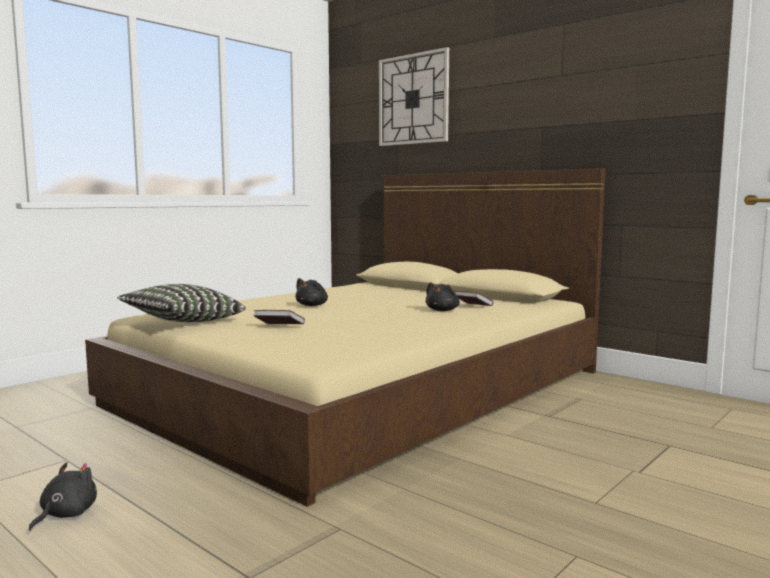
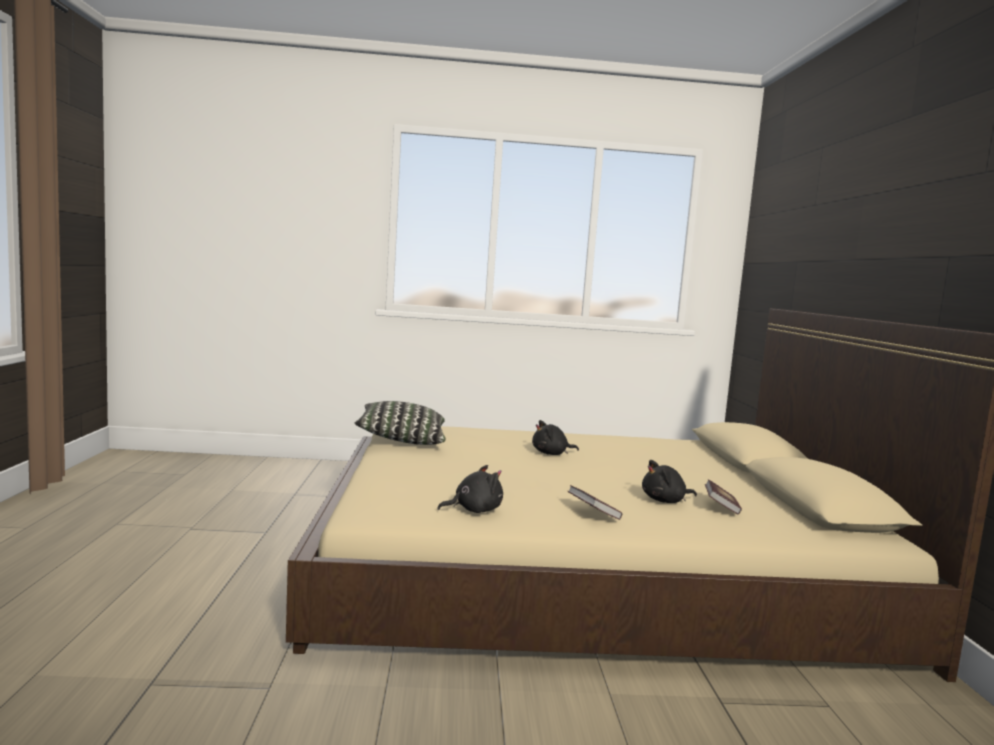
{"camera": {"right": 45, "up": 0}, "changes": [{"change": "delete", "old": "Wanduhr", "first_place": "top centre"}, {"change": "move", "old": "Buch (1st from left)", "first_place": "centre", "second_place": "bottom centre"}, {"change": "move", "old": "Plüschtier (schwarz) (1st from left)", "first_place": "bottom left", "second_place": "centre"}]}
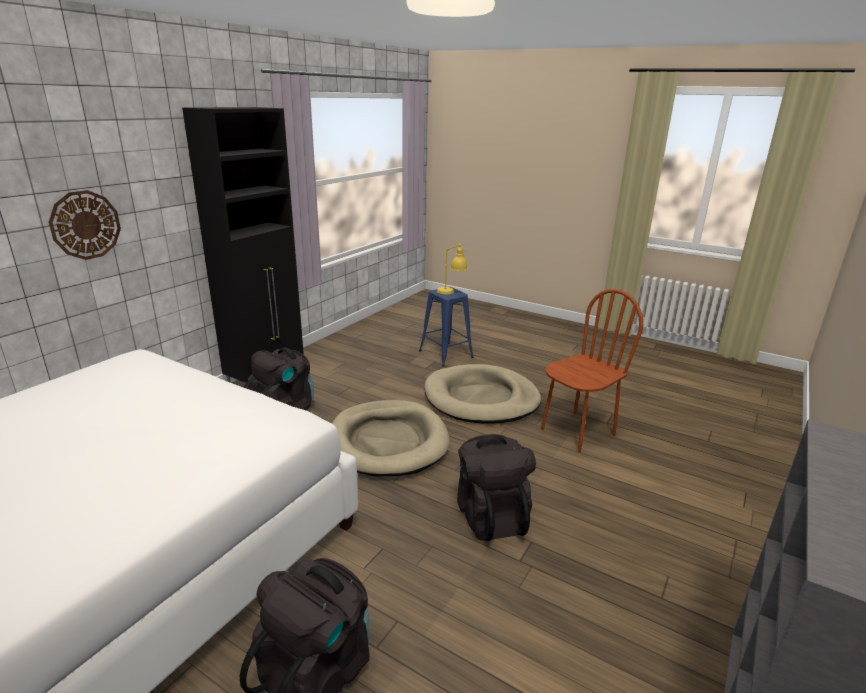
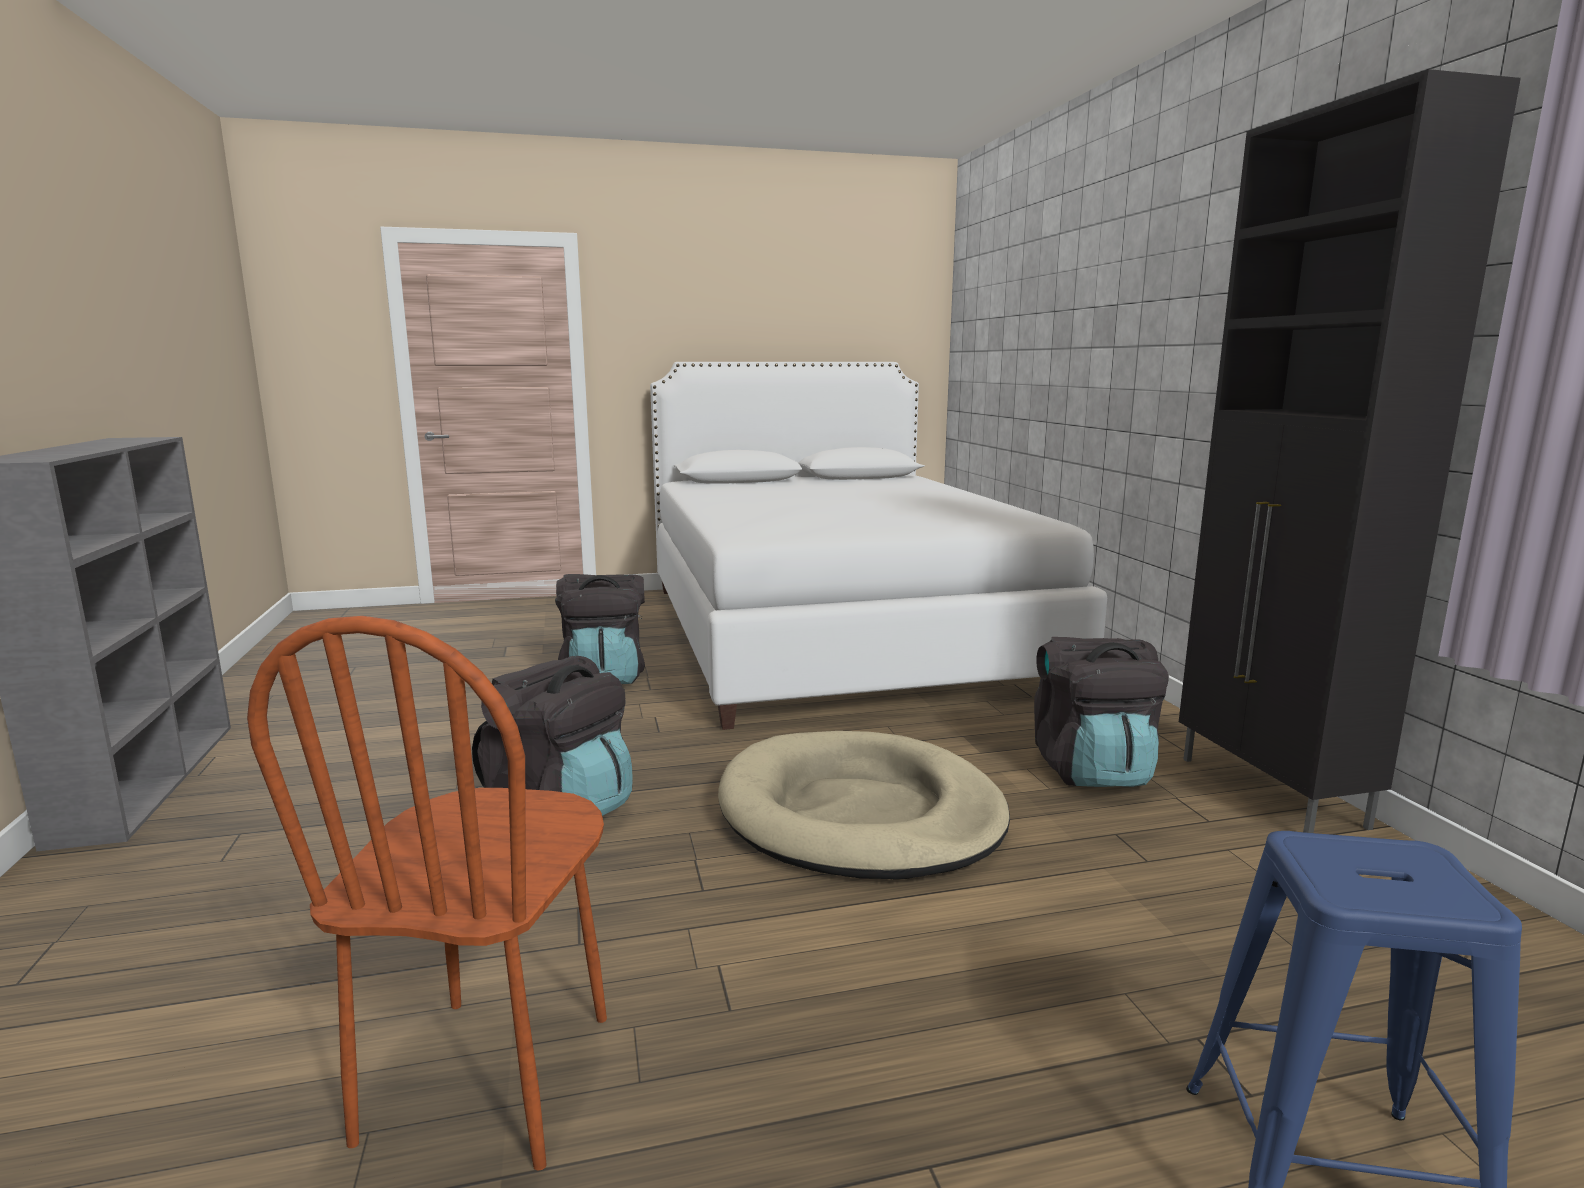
{"camera": {"right": 135, "up": -10}, "changes": [{"change": "delete", "old": "Wanduhr", "first_place": "top left"}, {"change": "delete", "old": "Tischlampe (gelb)", "first_place": "centre"}, {"change": "delete", "old": "Hundebett (beige) (2nd from left)", "first_place": "centre"}]}
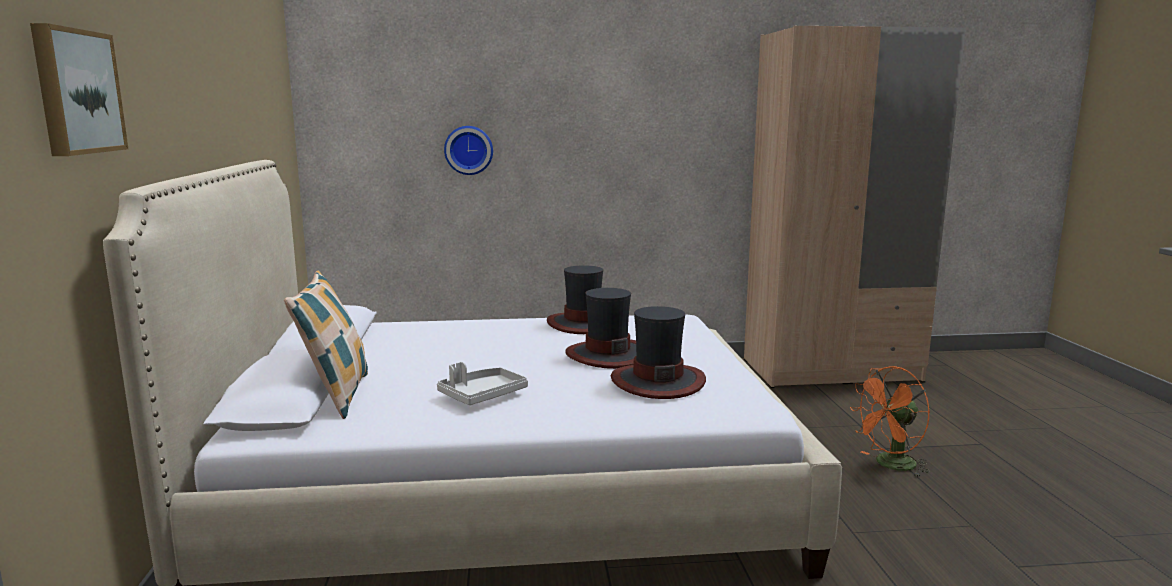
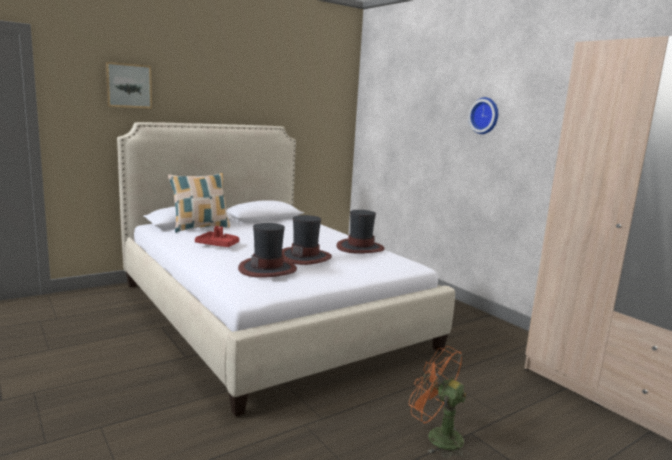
{"camera": {"right": 60, "up": 0}, "changes": [{"change": "move", "old": "Wanduhr", "first_place": "top centre", "second_place": "top right"}, {"change": "recolor", "old": "Tablett (grau)", "new": "Tablett (rot)", "first_place": "centre", "second_place": "middle left"}]}
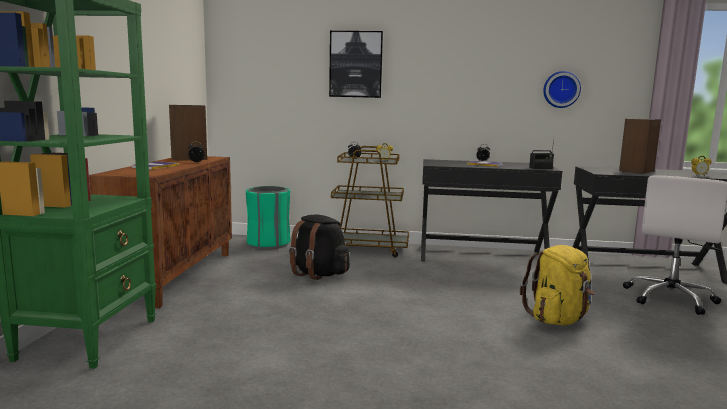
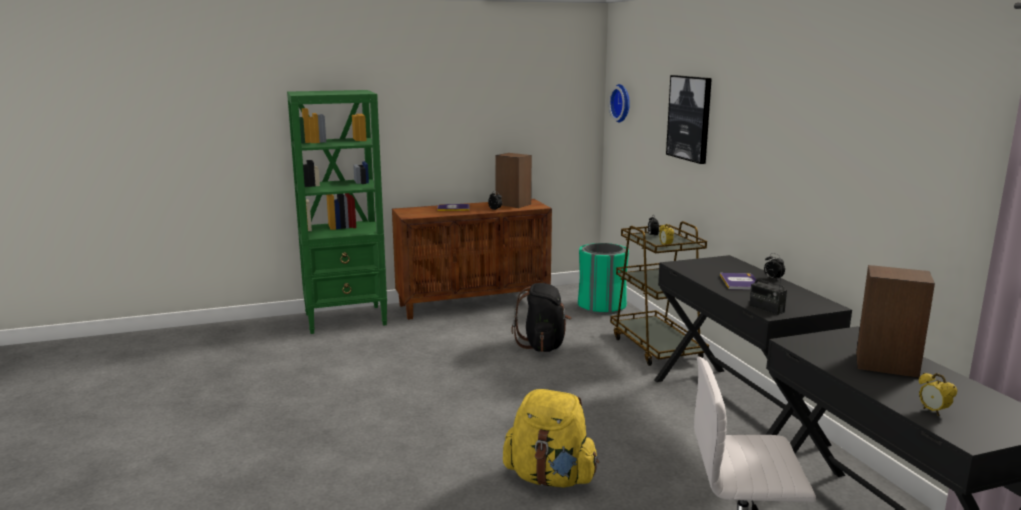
{"camera": {"right": 65, "up": 5}, "changes": [{"change": "move", "old": "Wanduhr", "first_place": "top right", "second_place": "top centre"}]}
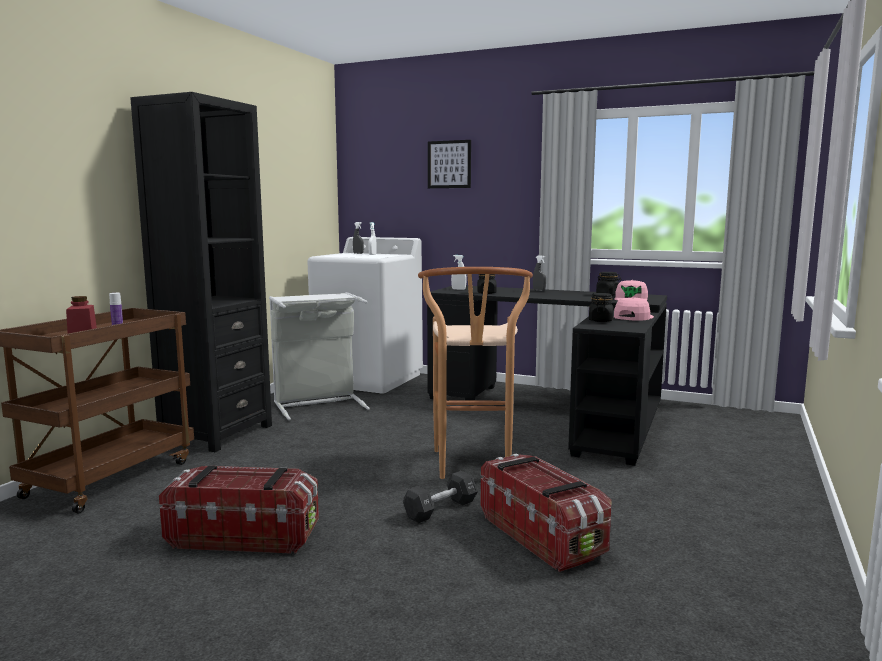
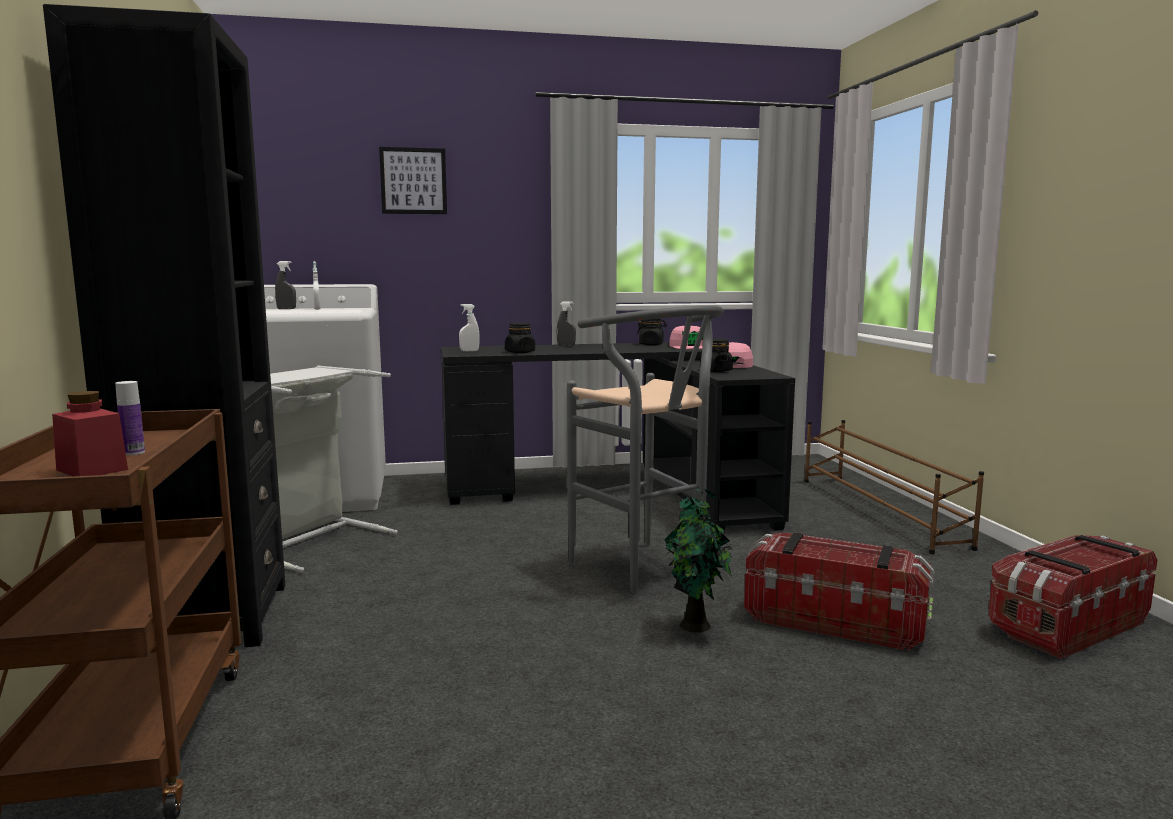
{"camera": {"right": -35, "up": 0}, "changes": [{"change": "recolor", "old": "Hocker (braun)", "new": "Hocker (grau)", "first_place": "centre", "second_place": "centre"}, {"change": "move", "old": "Aufbewahrungsbox (1st from left in the first image)", "new": "Aufbewahrungsbox (2nd from left)", "first_place": "bottom left", "second_place": "bottom right"}, {"change": "replace", "old": "Hantel (schwarz)", "new": "Topfpflanze", "first_place": "bottom centre", "second_place": "bottom centre"}, {"change": "insert", "new": "Schuhregal (braun)", "second_place": "middle right"}]}
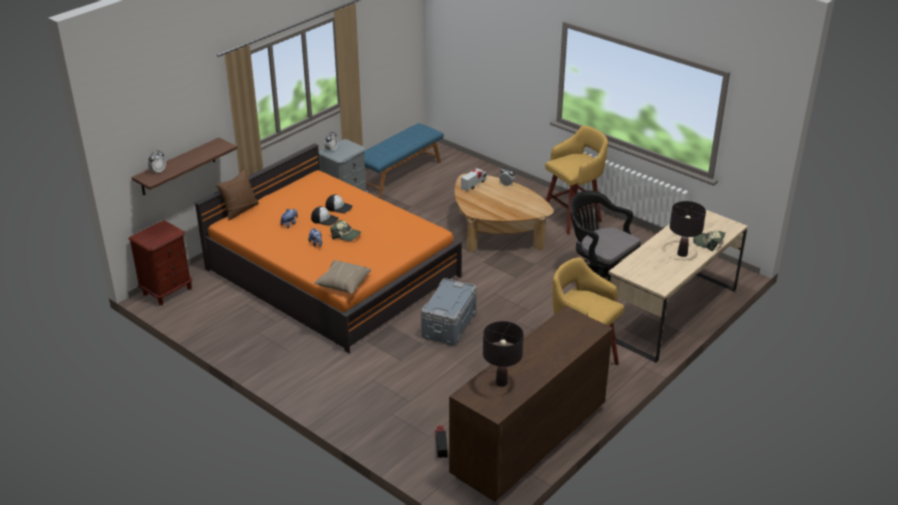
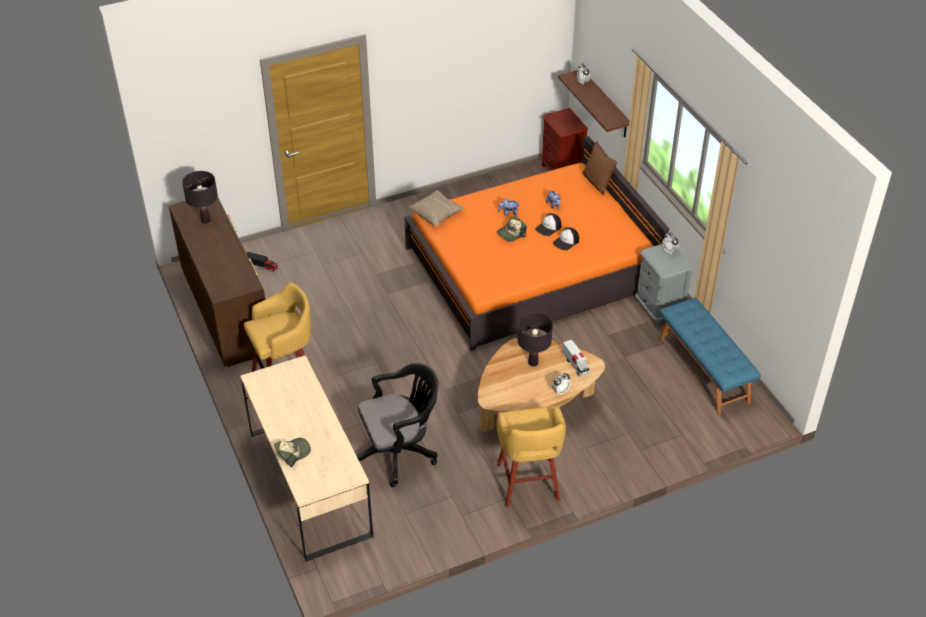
{"camera": {"right": 115, "up": 10}, "changes": [{"change": "move", "old": "Tischlampe (schwarz) (2nd from left)", "first_place": "middle right", "second_place": "centre"}, {"change": "delete", "old": "Aufbewahrungsbox (grau)", "first_place": "centre"}]}
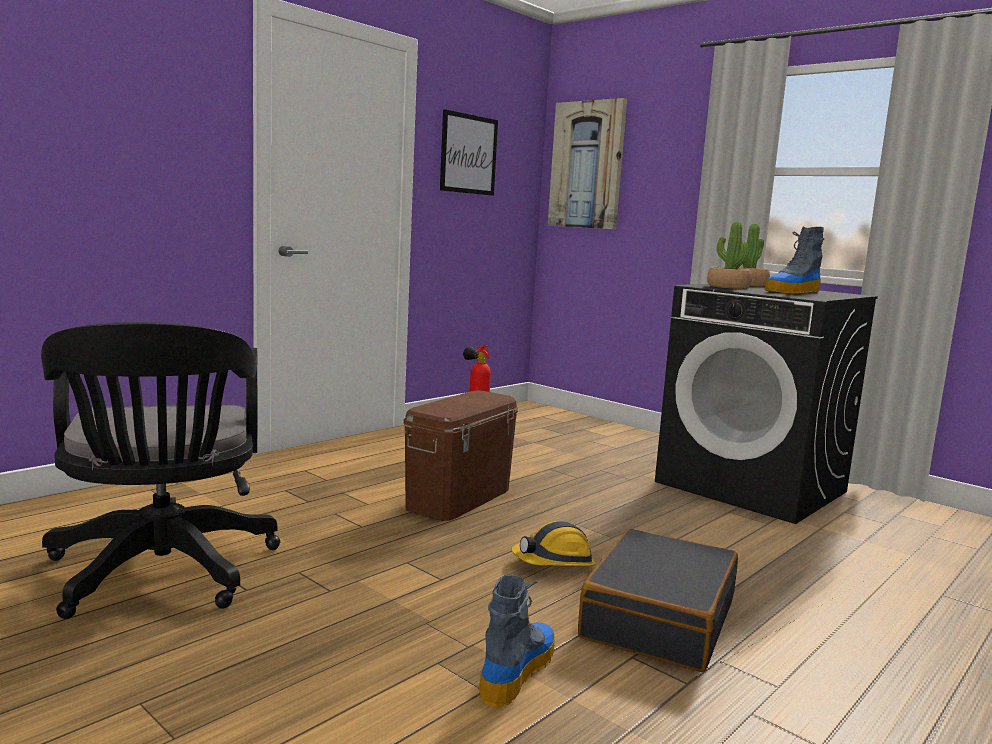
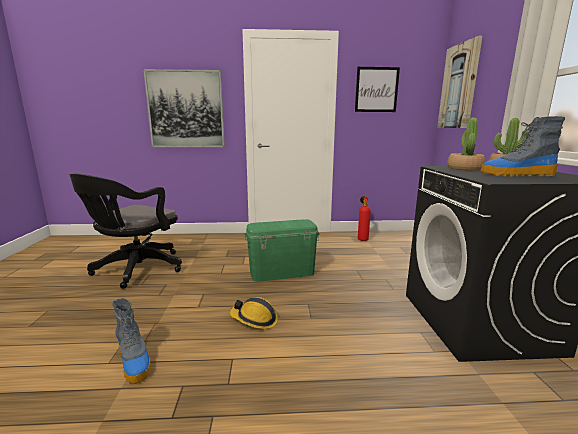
{"camera": {"right": 45, "up": 5}, "changes": [{"change": "recolor", "old": "Aufbewahrungsbox (braun)", "new": "Aufbewahrungsbox (grün)", "first_place": "centre", "second_place": "centre"}, {"change": "delete", "old": "Koffer (schwarz)", "first_place": "bottom centre"}, {"change": "rotate", "old": "Stiefel (1st from left)", "first_place": "bottom centre", "second_place": "bottom left", "degrees": 75}, {"change": "insert", "new": "Bild (1st from left)", "second_place": "top left"}]}
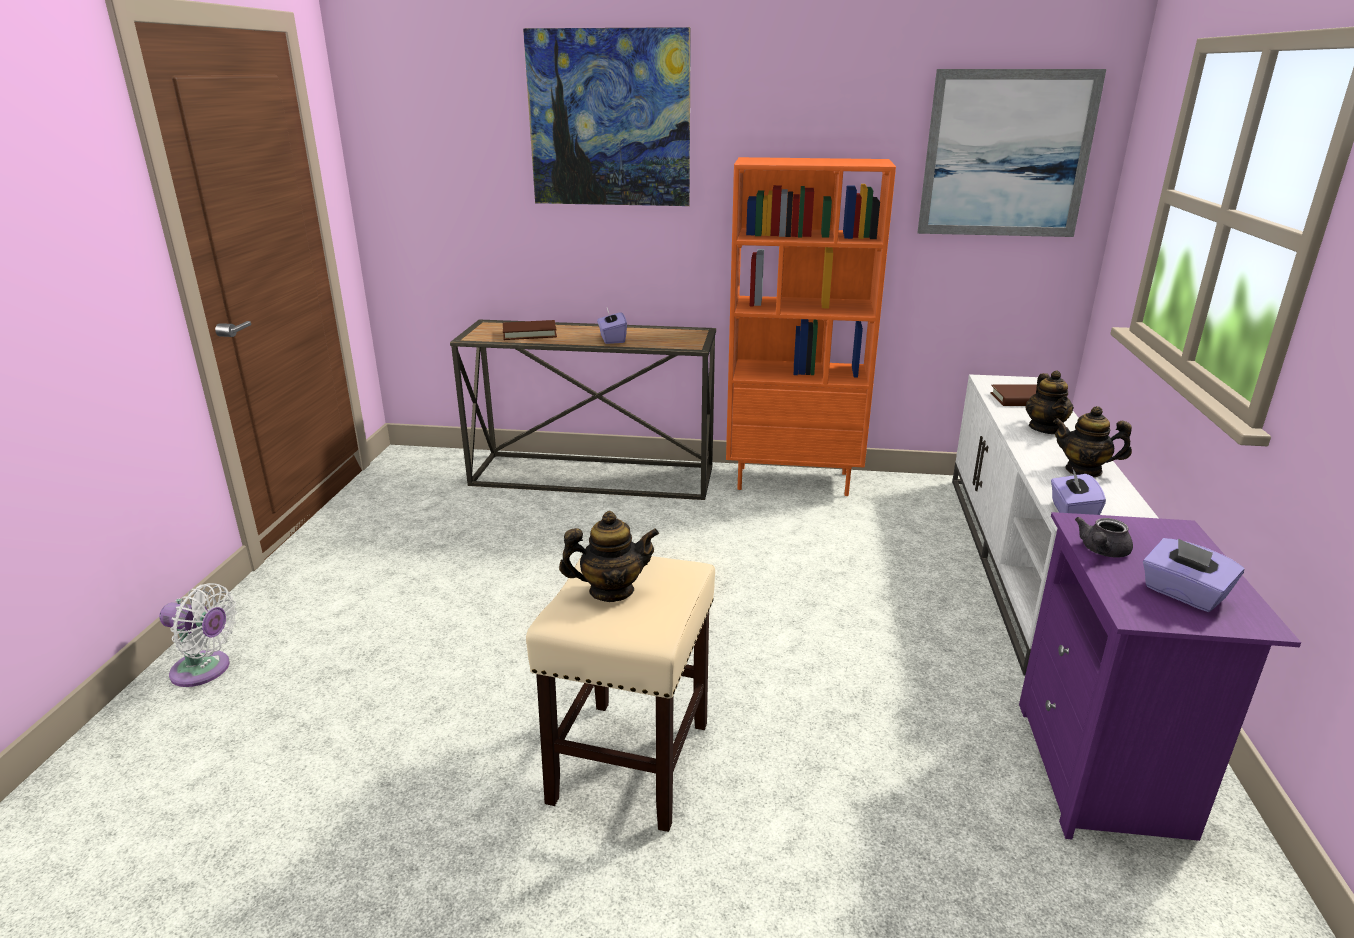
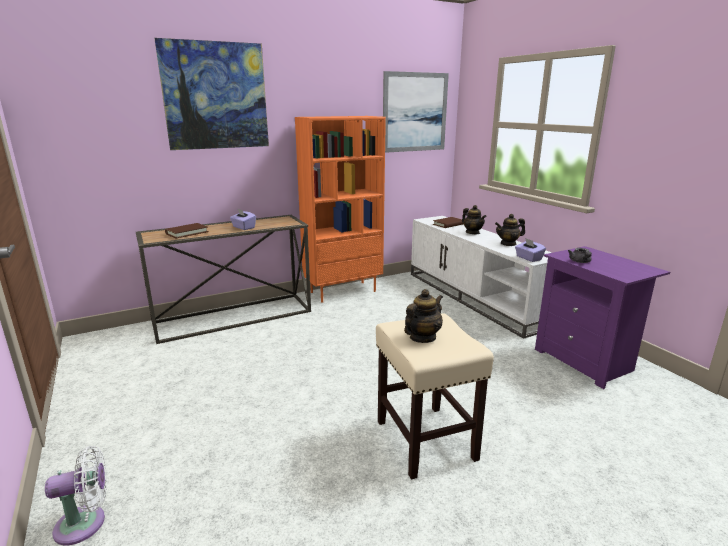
{"camera": {"right": -35, "up": -5}, "changes": [{"change": "delete", "old": "Taschentuchbox (lila) (3rd from left)", "first_place": "middle right"}]}
